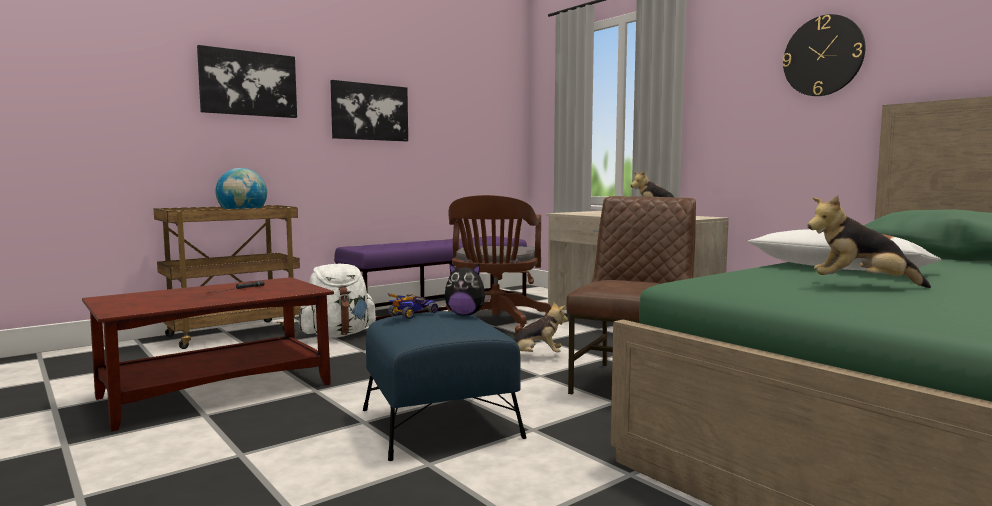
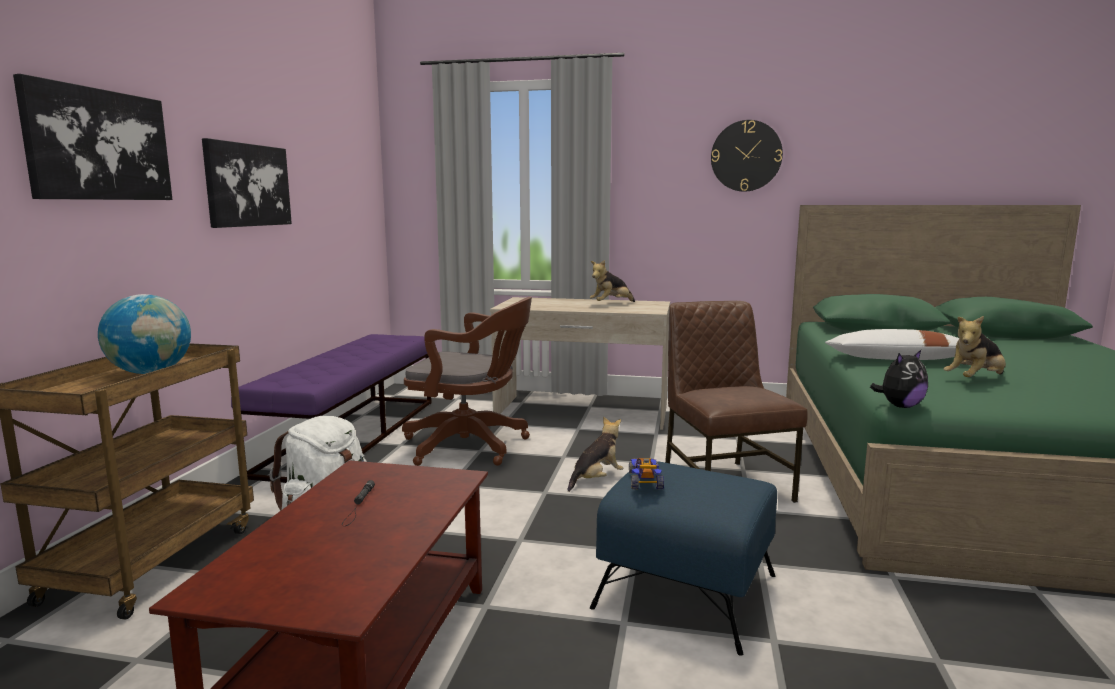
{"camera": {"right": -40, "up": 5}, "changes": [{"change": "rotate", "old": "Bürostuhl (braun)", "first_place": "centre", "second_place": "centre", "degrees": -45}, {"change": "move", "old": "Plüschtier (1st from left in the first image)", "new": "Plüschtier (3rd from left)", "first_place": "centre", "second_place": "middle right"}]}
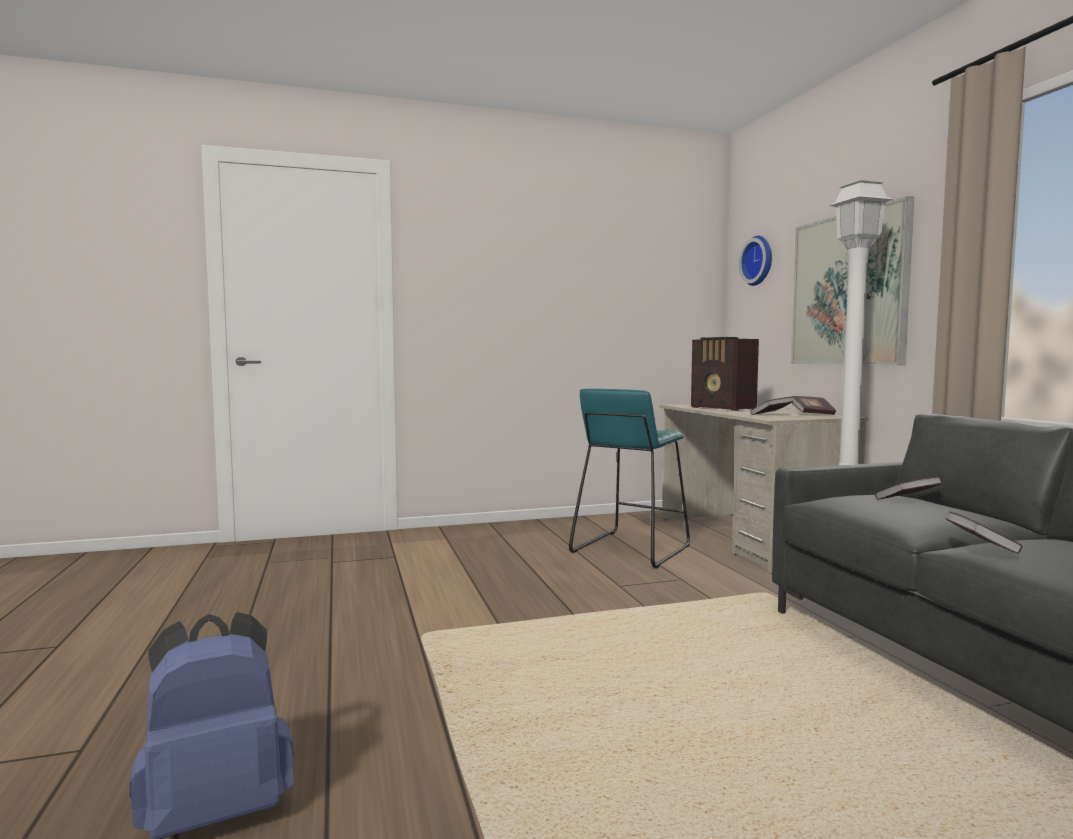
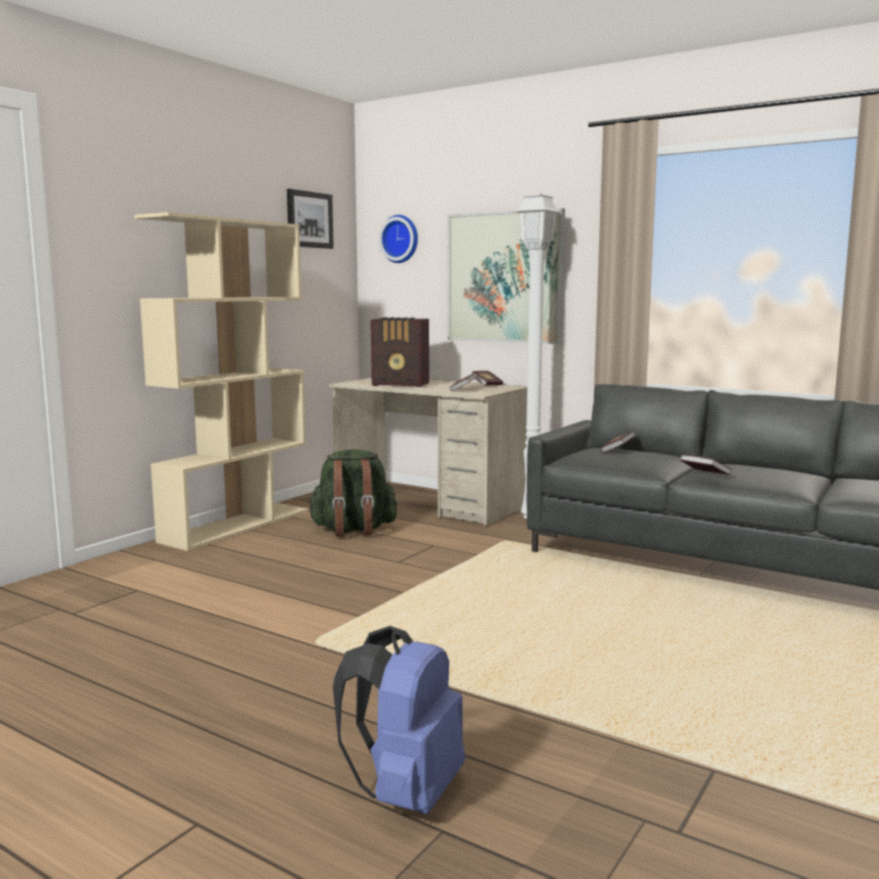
{"camera": {"right": -40, "up": 5}, "changes": [{"change": "replace", "old": "Hocker (türkis)", "new": "Rucksack (grün)", "first_place": "centre", "second_place": "centre"}, {"change": "insert", "new": "Bild (1st from left)", "second_place": "top centre"}, {"change": "insert", "new": "Bücherregal (beige)", "second_place": "middle left"}]}
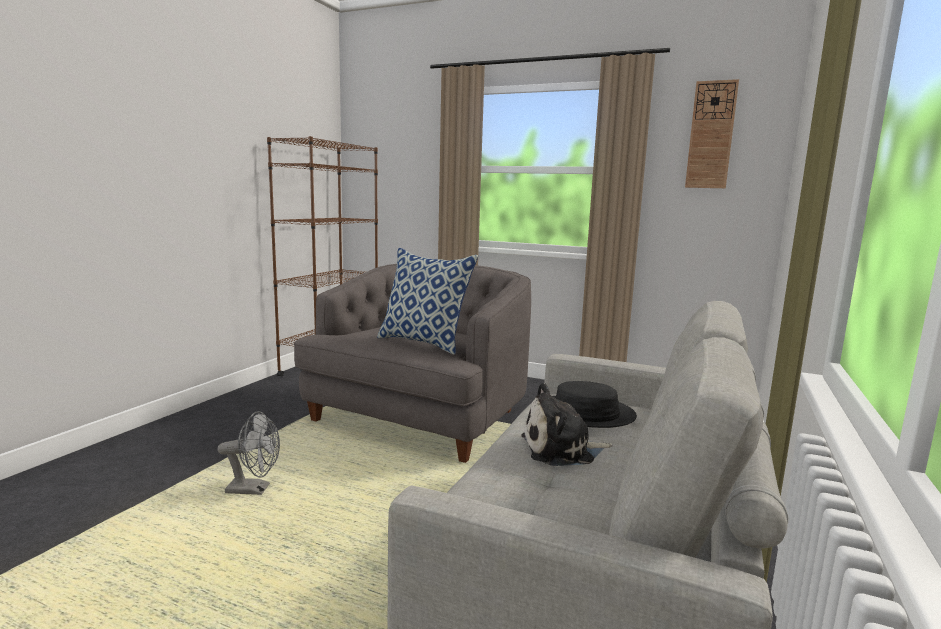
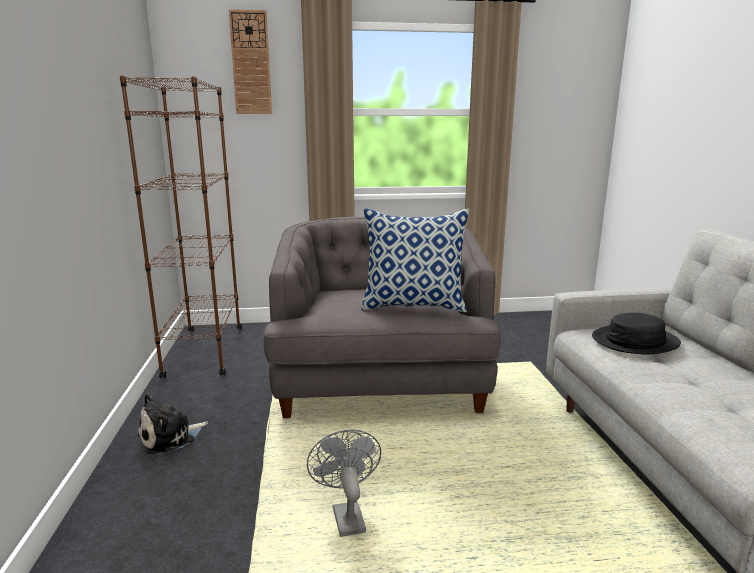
{"camera": {"right": -30, "up": 5}, "changes": [{"change": "move", "old": "Wanduhr", "first_place": "top right", "second_place": "top left"}, {"change": "move", "old": "Plüschtier", "first_place": "bottom centre", "second_place": "bottom left"}, {"change": "rotate", "old": "Ventilator (grau)", "first_place": "bottom left", "second_place": "bottom centre", "degrees": -75}]}
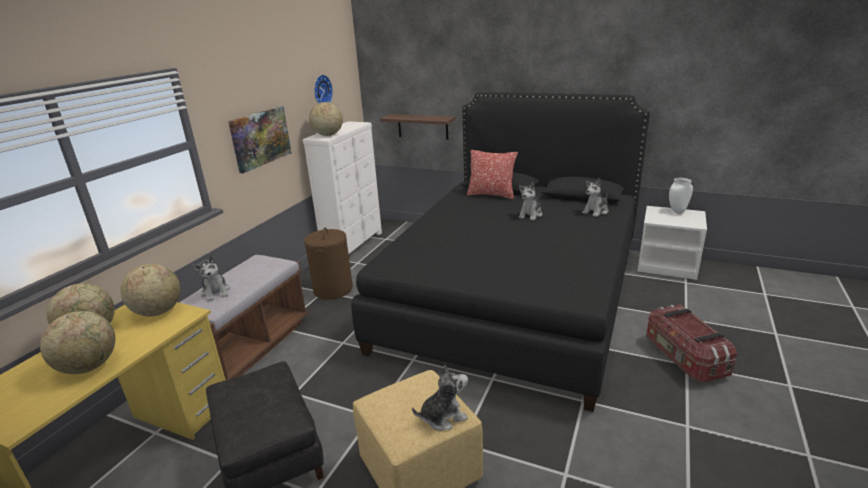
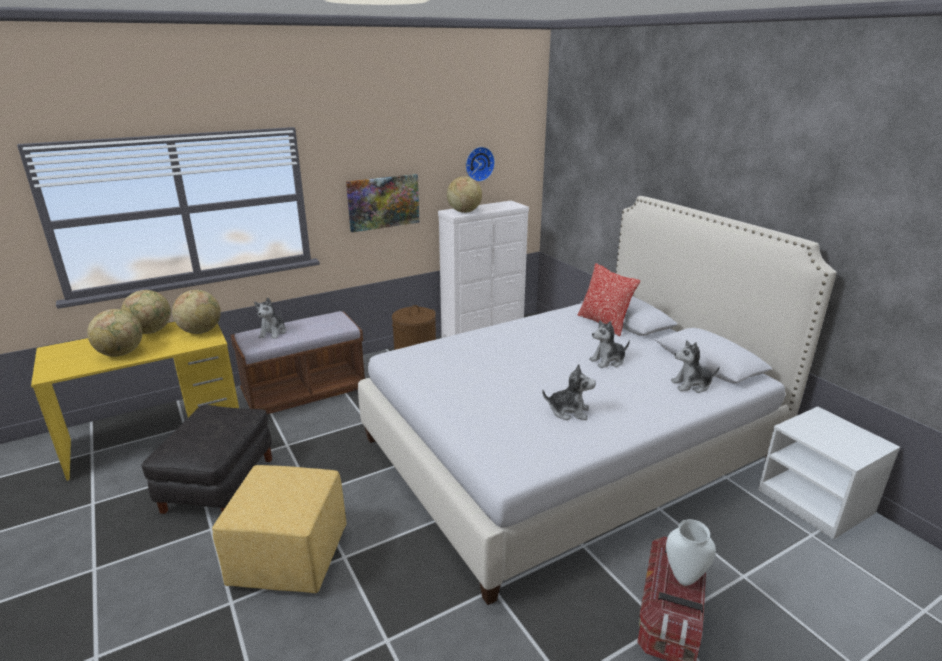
{"camera": {"right": 35, "up": 0}, "changes": [{"change": "recolor", "old": "Bett (schwarz)", "new": "Bett (weiß)", "first_place": "centre", "second_place": "centre"}, {"change": "delete", "old": "Wandregal", "first_place": "top centre"}, {"change": "move", "old": "Vase (weiß)", "first_place": "middle right", "second_place": "bottom right"}, {"change": "move", "old": "Plüschtier (2nd from left)", "first_place": "bottom centre", "second_place": "centre"}]}
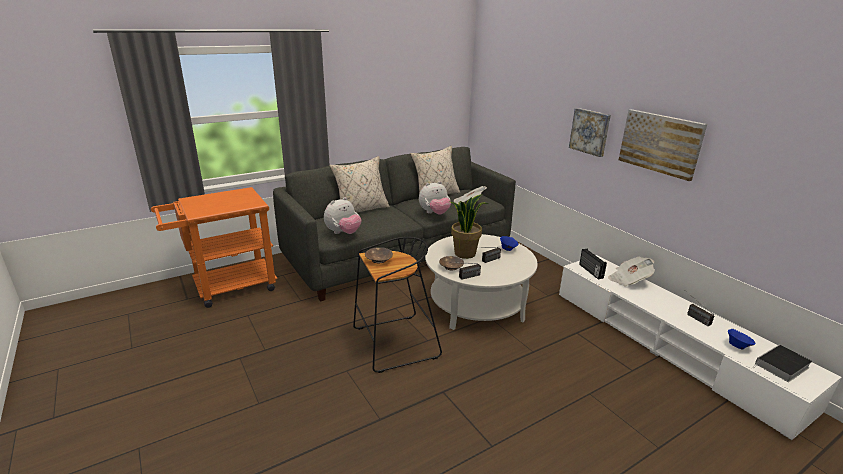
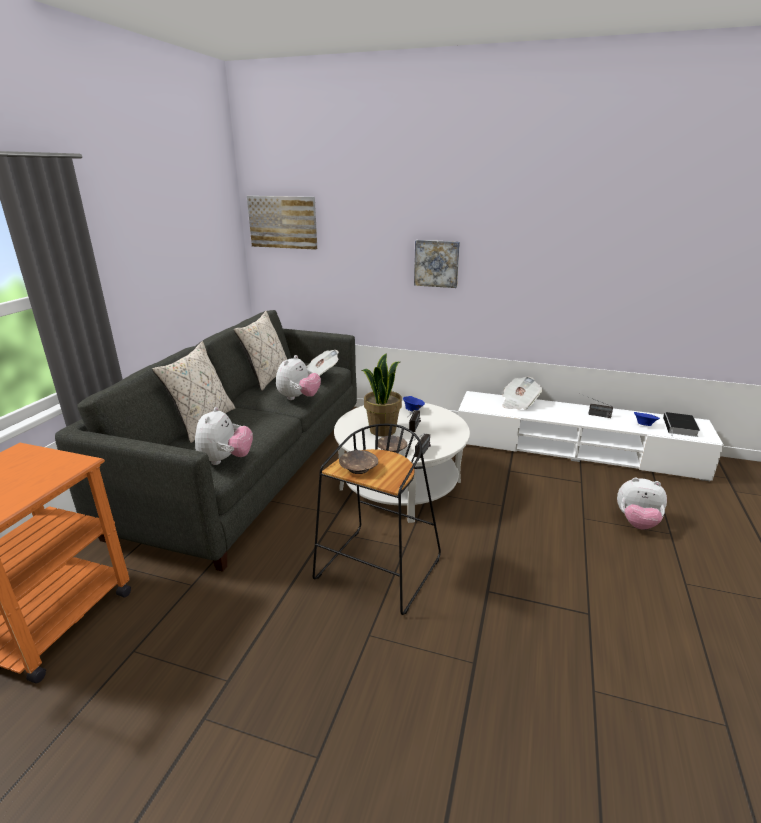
{"camera": {"right": -40, "up": 0}, "changes": [{"change": "move", "old": "Bild (2nd from left in the first image)", "new": "Bild (1st from left)", "first_place": "top right", "second_place": "top centre"}, {"change": "delete", "old": "Radio (3rd from left)", "first_place": "middle right"}, {"change": "insert", "new": "Plüschtier (3rd from left)", "second_place": "middle right"}]}
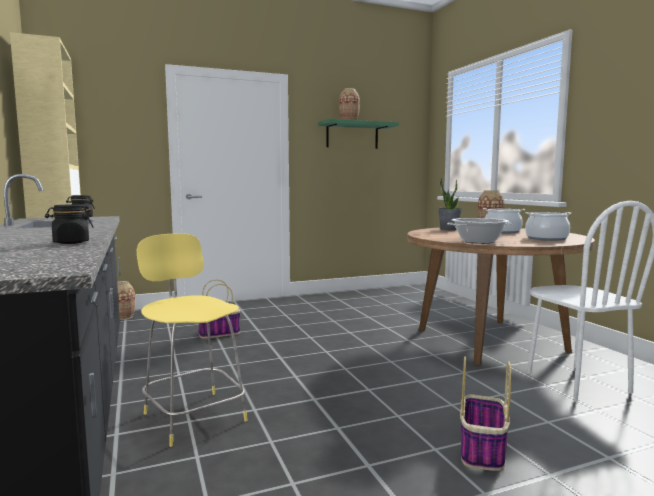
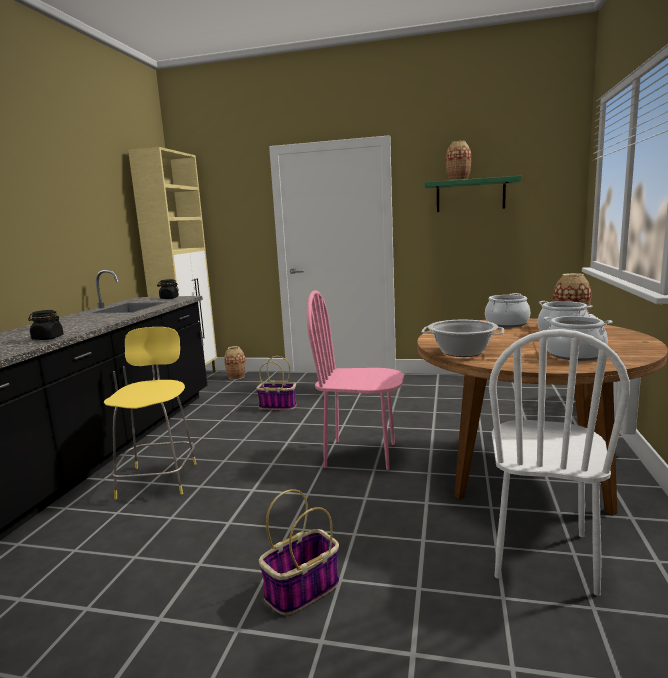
{"camera": {"right": 35, "up": 5}, "changes": [{"change": "replace", "old": "Topfpflanze", "new": "Kochtopf (2nd from left)", "first_place": "middle right", "second_place": "middle right"}, {"change": "insert", "new": "Stuhl (rosa)", "second_place": "centre"}]}
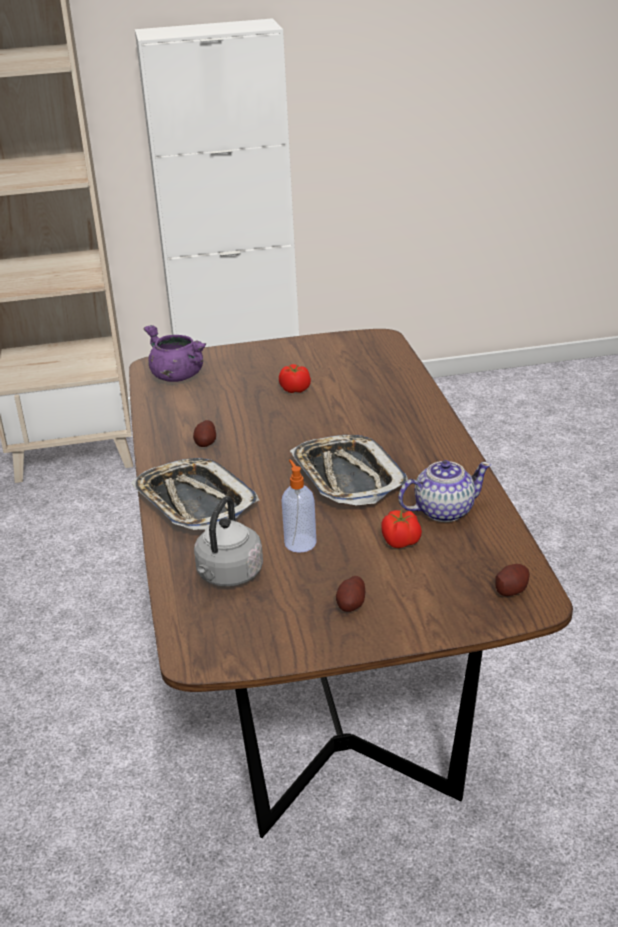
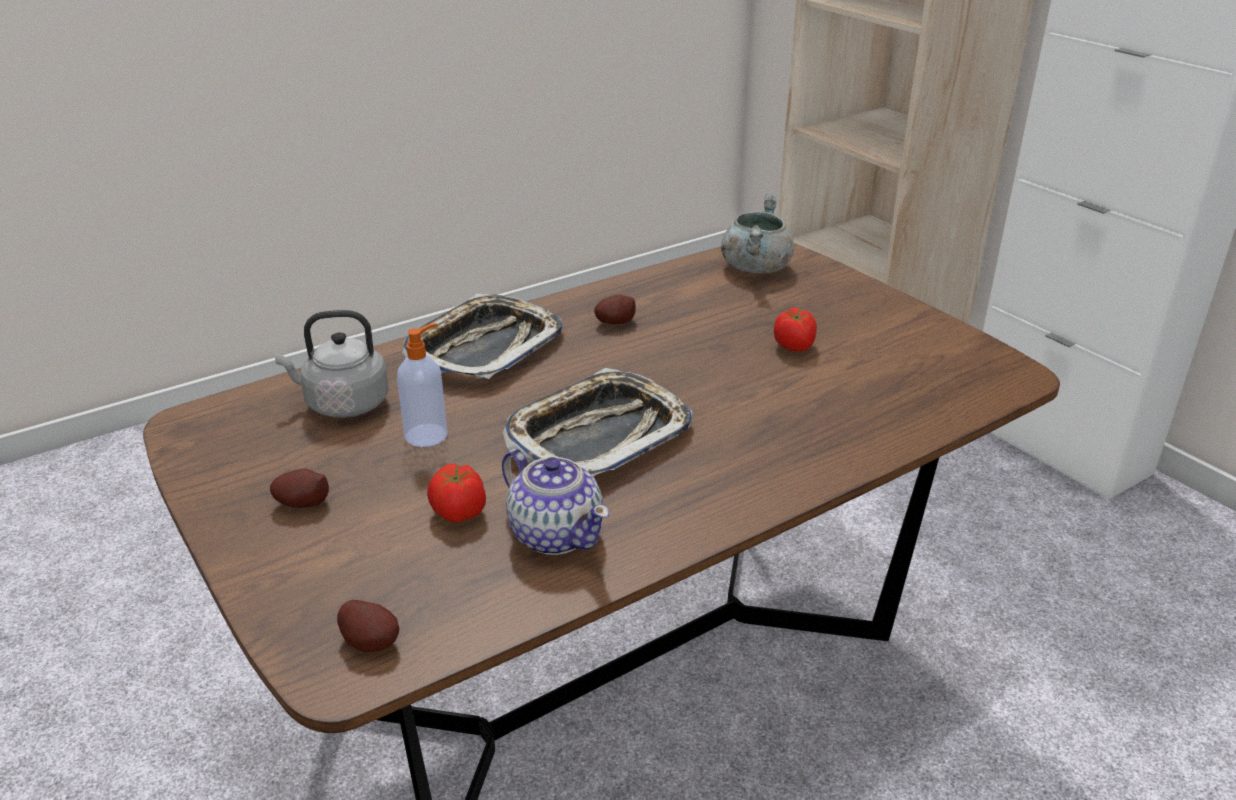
{"camera": {"right": 65, "up": 0}, "changes": [{"change": "recolor", "old": "Kochtopf (lila)", "new": "Kochtopf (grau)", "first_place": "middle left", "second_place": "top centre"}]}
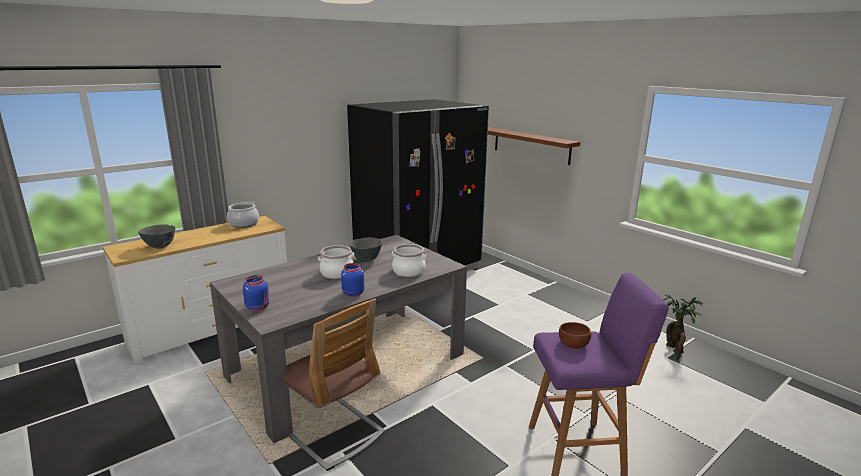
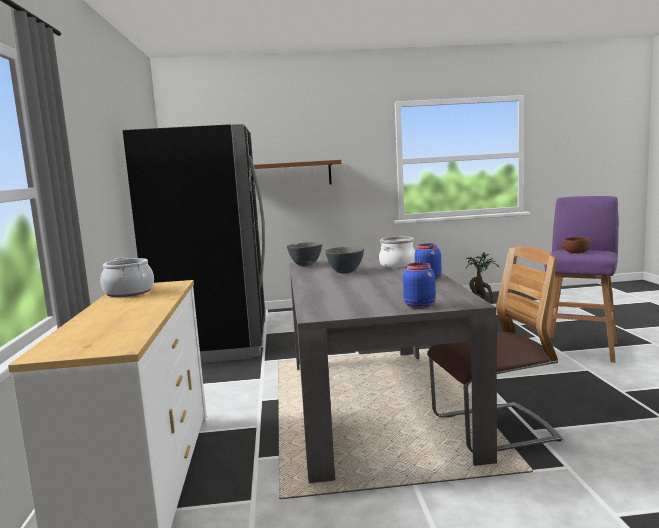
{"camera": {"right": -55, "up": -10}, "changes": [{"change": "move", "old": "Schüssel (grau) (1st from left)", "first_place": "middle left", "second_place": "centre"}, {"change": "delete", "old": "Kochtopf (2nd from left)", "first_place": "centre"}]}
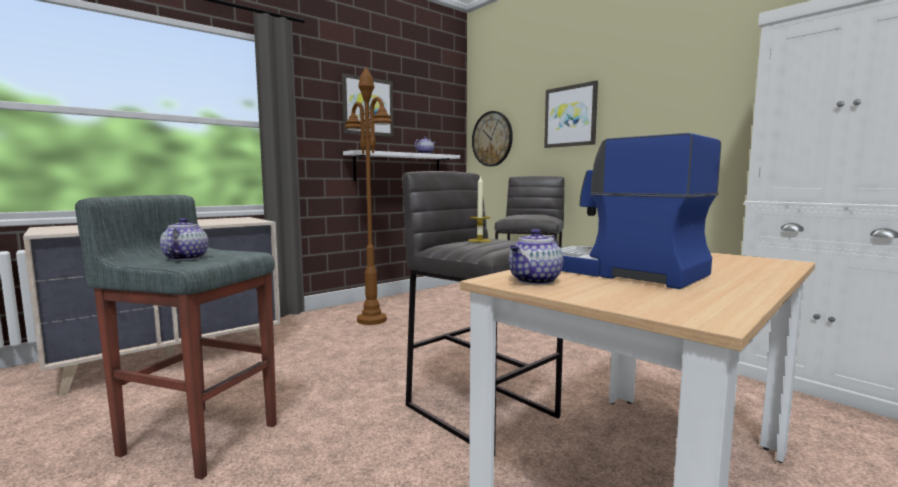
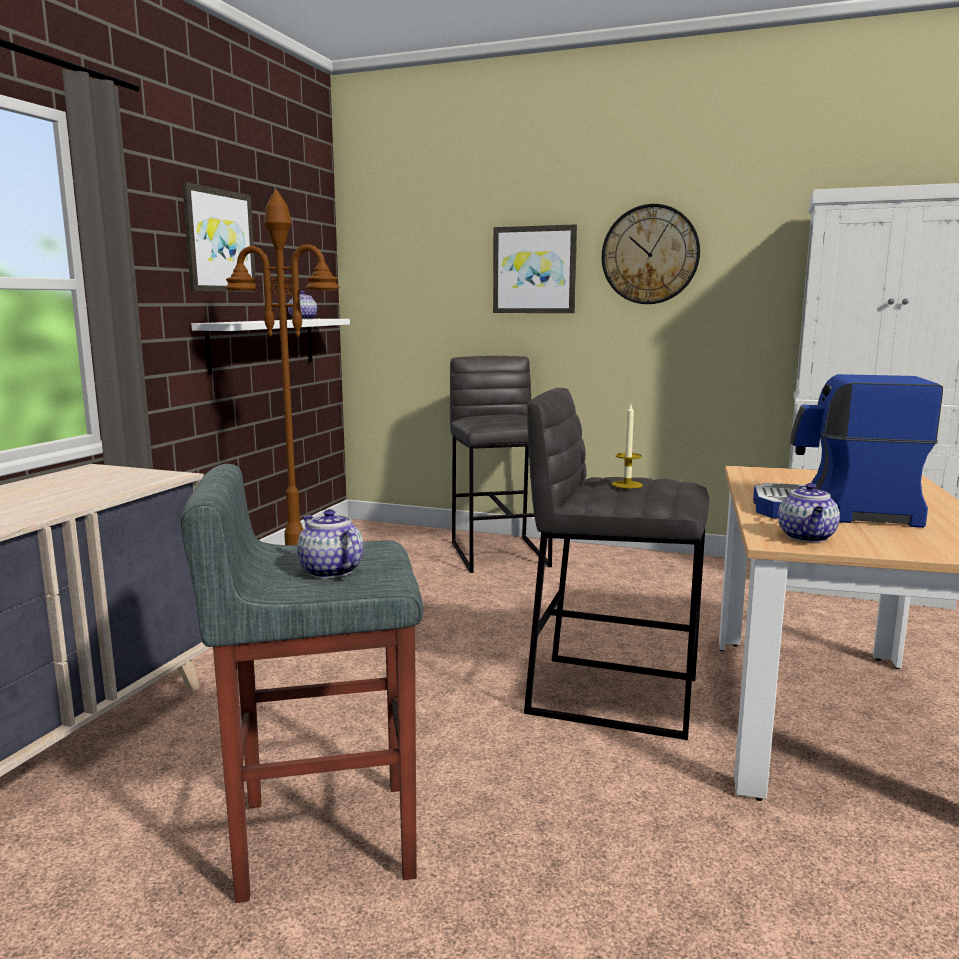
{"camera": {"right": -30, "up": 5}, "changes": [{"change": "move", "old": "Wanduhr", "first_place": "top centre", "second_place": "top right"}]}
